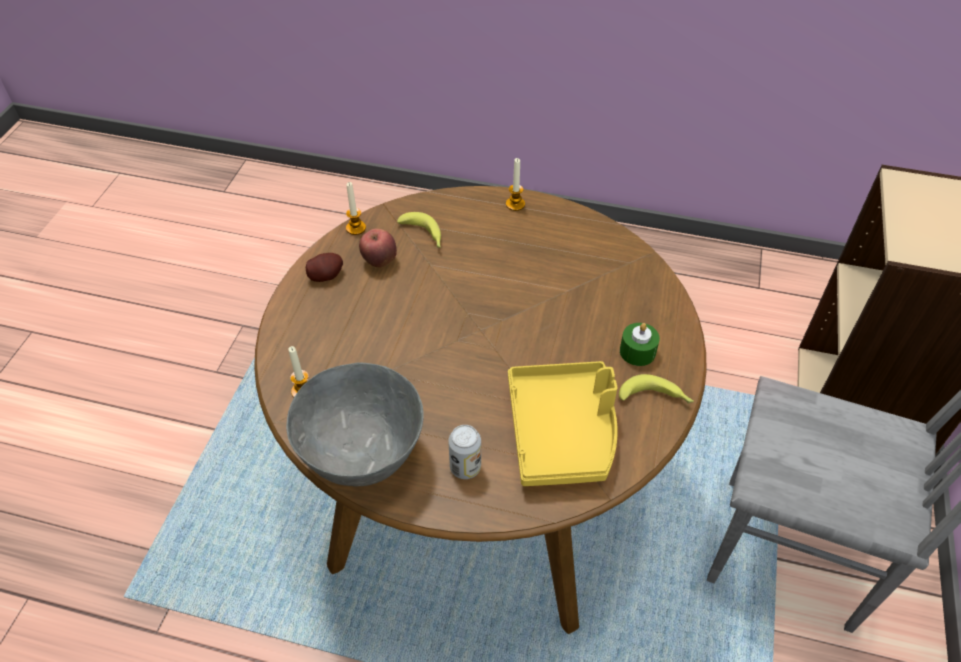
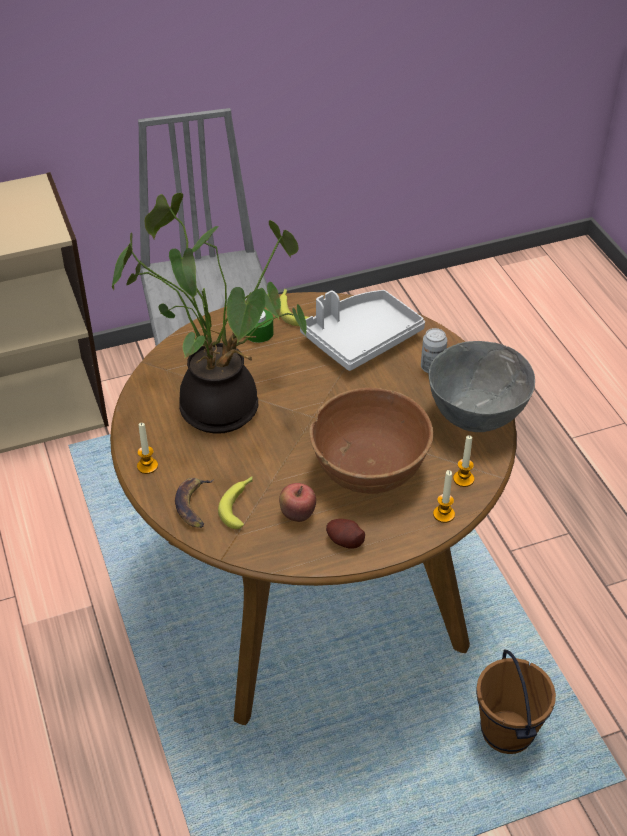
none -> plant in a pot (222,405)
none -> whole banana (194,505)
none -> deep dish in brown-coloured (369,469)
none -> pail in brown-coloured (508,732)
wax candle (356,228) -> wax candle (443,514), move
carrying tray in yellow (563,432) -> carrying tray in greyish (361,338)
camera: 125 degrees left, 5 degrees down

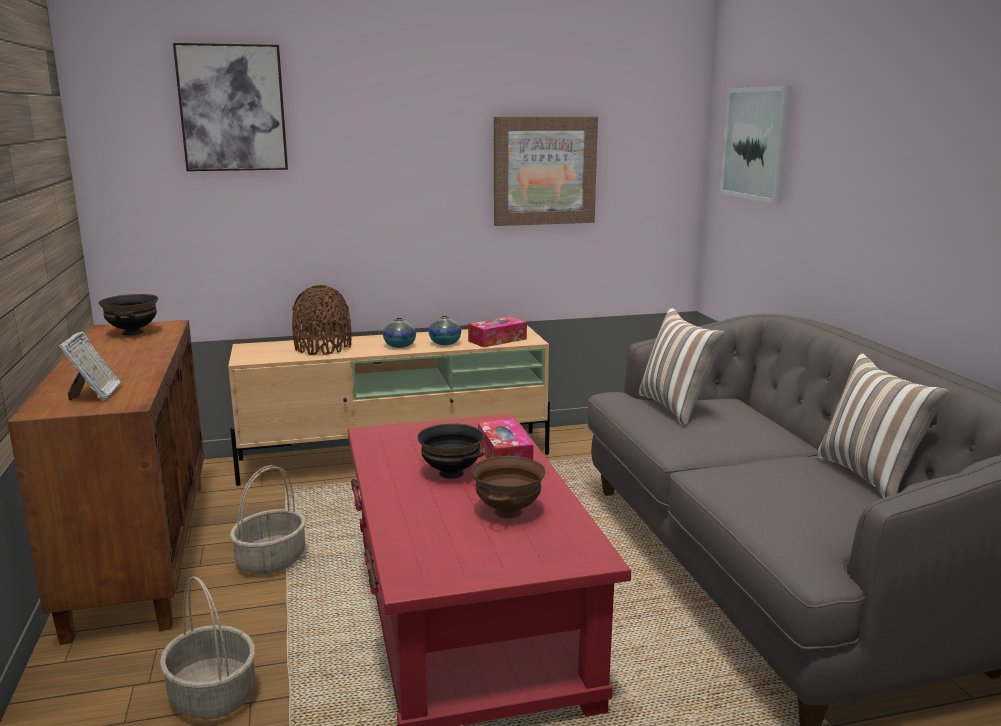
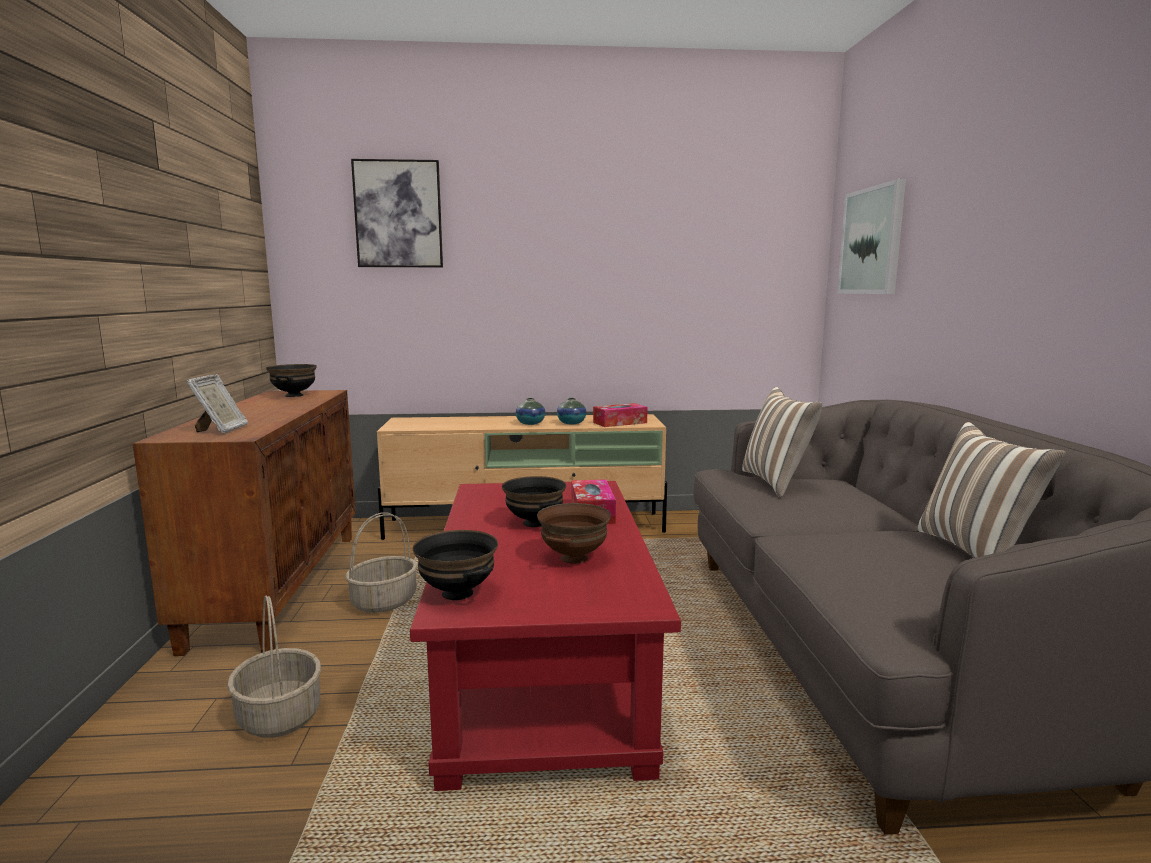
flower vase in brown-coloured (323,347) -> none
wall picture (544,170) -> none
none -> deep dish in black (456,593)
camera: 10 degrees right, 5 degrees down

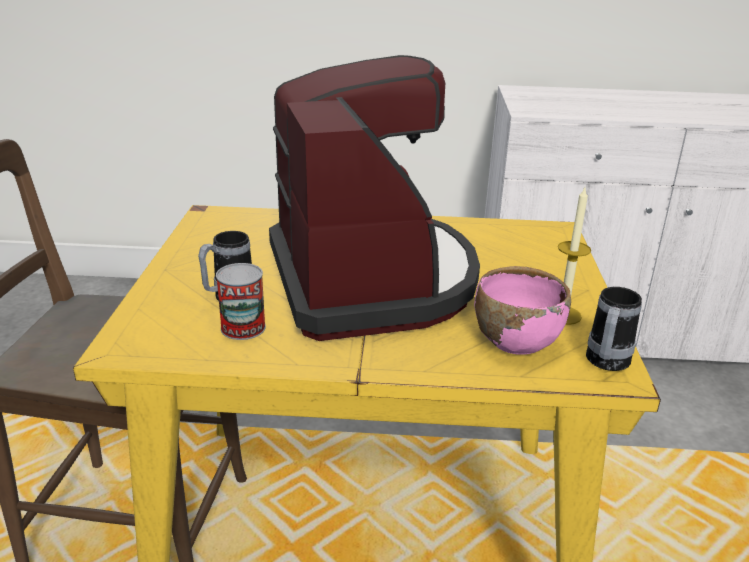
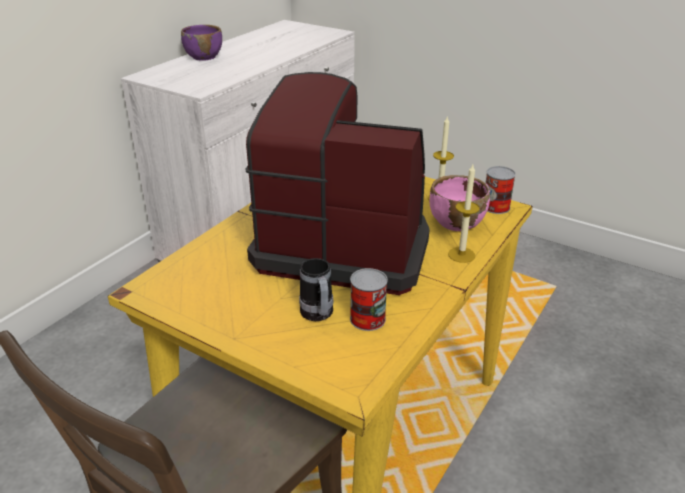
none -> deep dish in purplish (204,57)
none -> wax candle (461,255)
mug (605,364) -> metal can (495,207)
camera: 60 degrees left, 5 degrees up

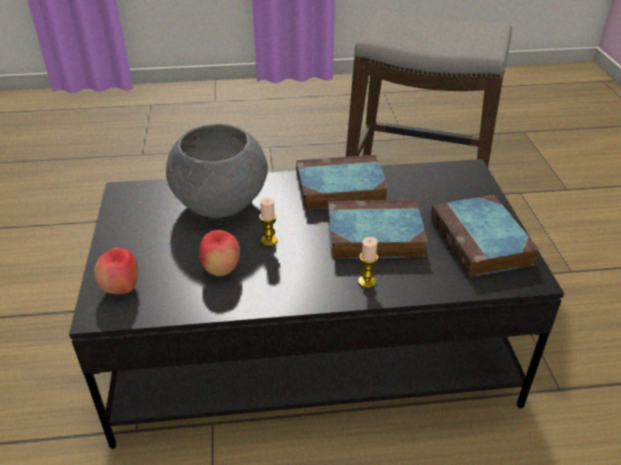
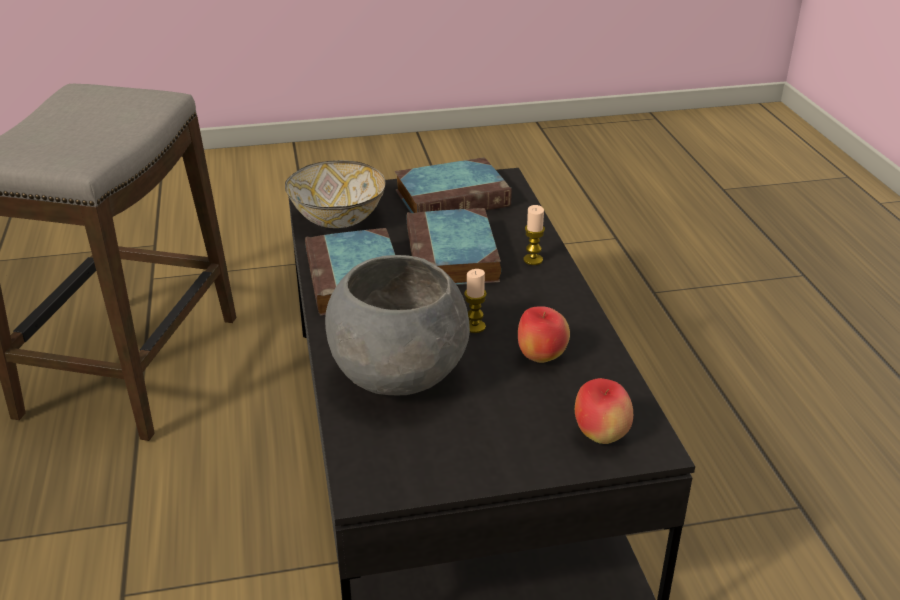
none -> deep dish (338,220)
camera: 95 degrees left, 5 degrees down

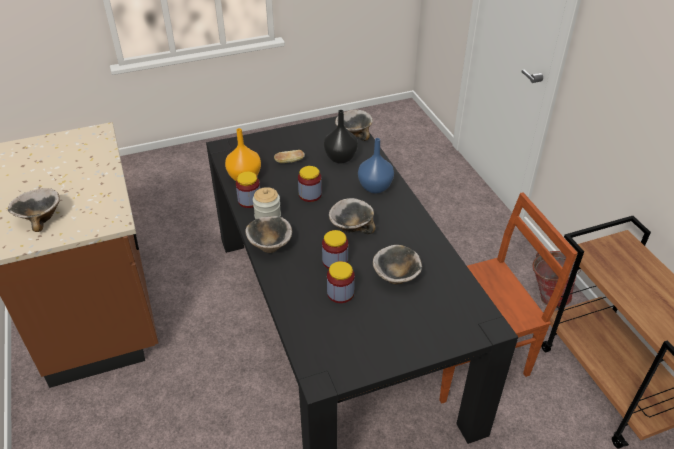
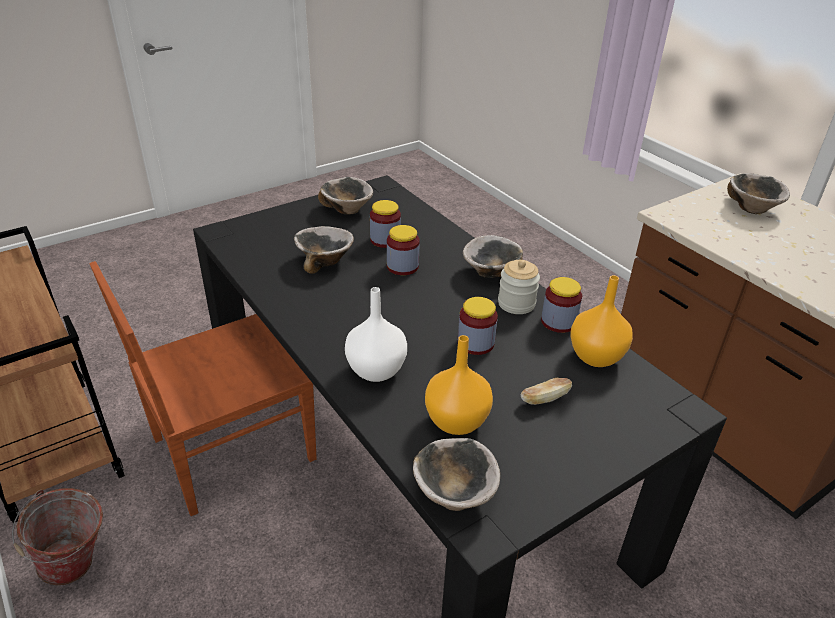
deep dish (351,227) -> deep dish (347,209), move
flower vase in black (340,157) -> flower vase in orange (456,422)
flower vase in blue-coloured (374,187) -> flower vase in white (377,371)
camera: 165 degrees right, 5 degrees down

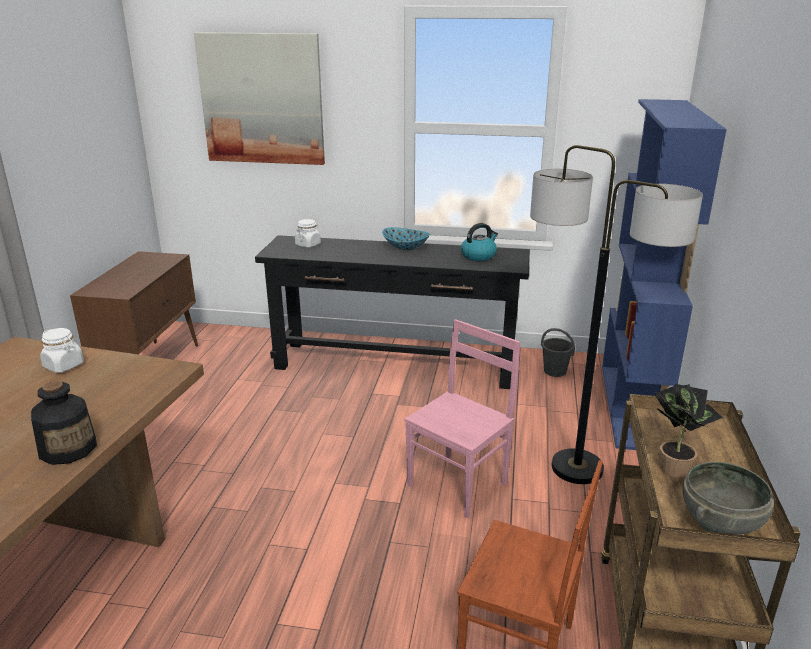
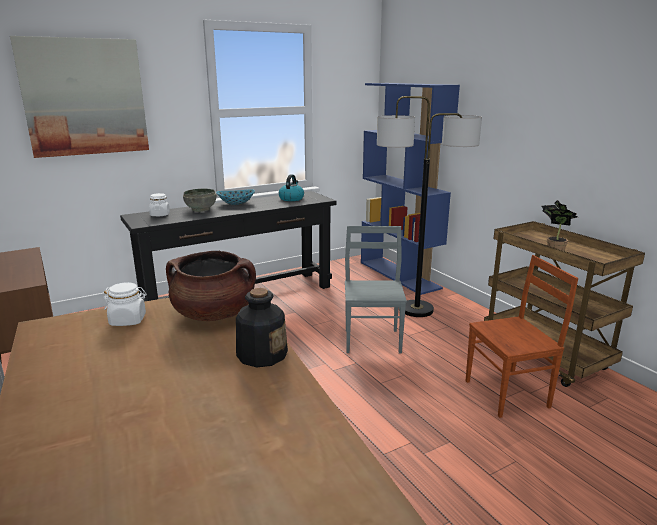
pail in greyish (555,371) -> none
none -> cooking pot in brown-coloured (214,314)
deep dish in greyish (721,523) -> deep dish in greyish (201,209), move
chair in pink-coloured (459,484) -> chair in greyish (373,340)
camera: 40 degrees left, 5 degrees down

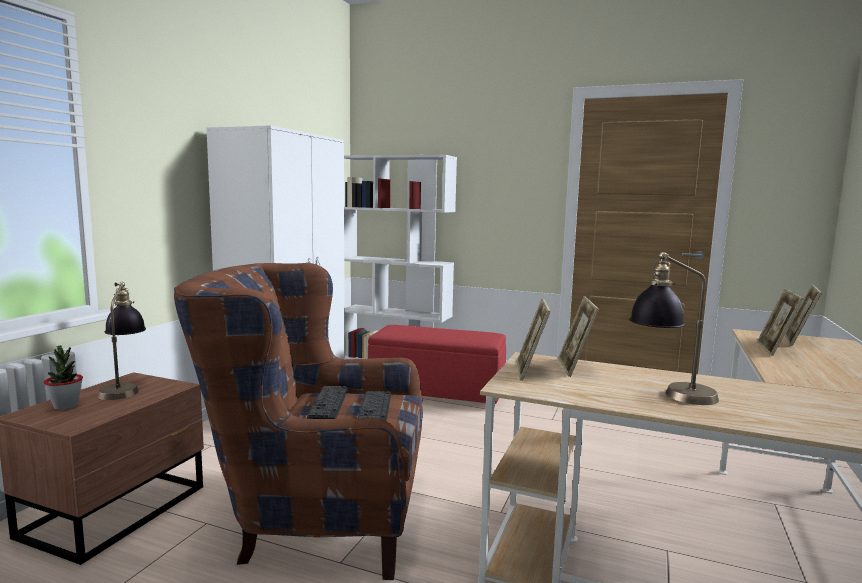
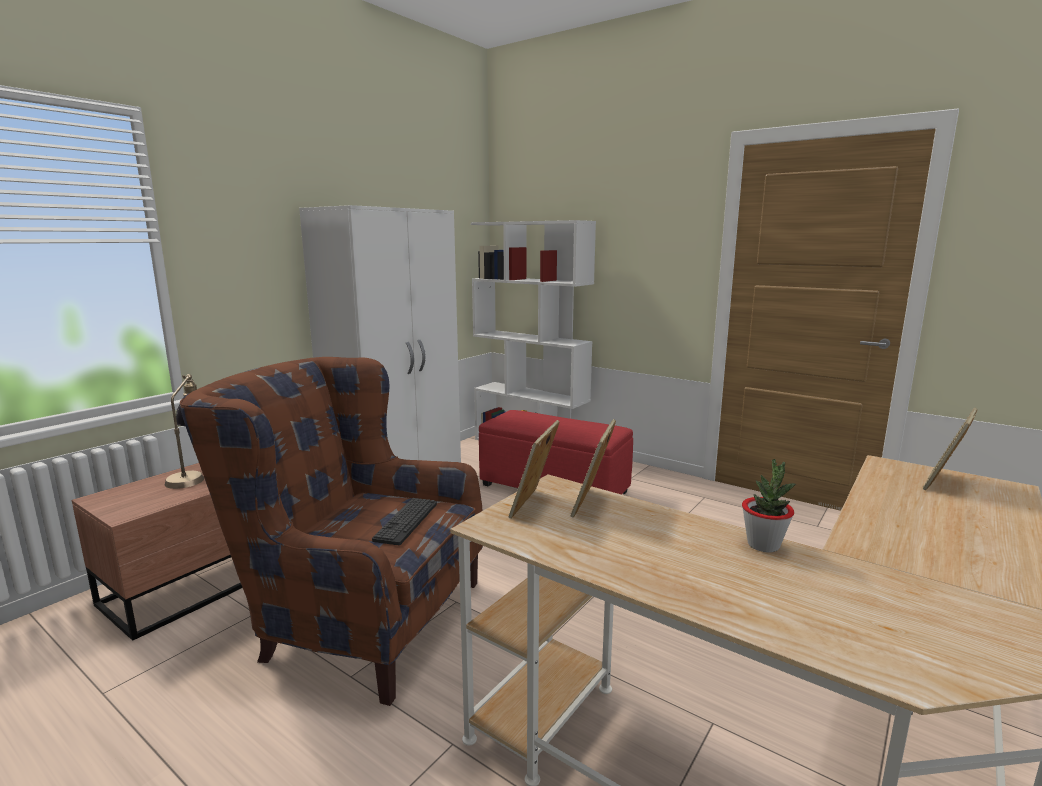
PC keyboard (328,404) -> none
table lamp (670,395) -> none
picture frame (775,350) -> none
plant in a pot (66,406) -> plant in a pot (763,545), move
camera: 15 degrees right, 5 degrees up

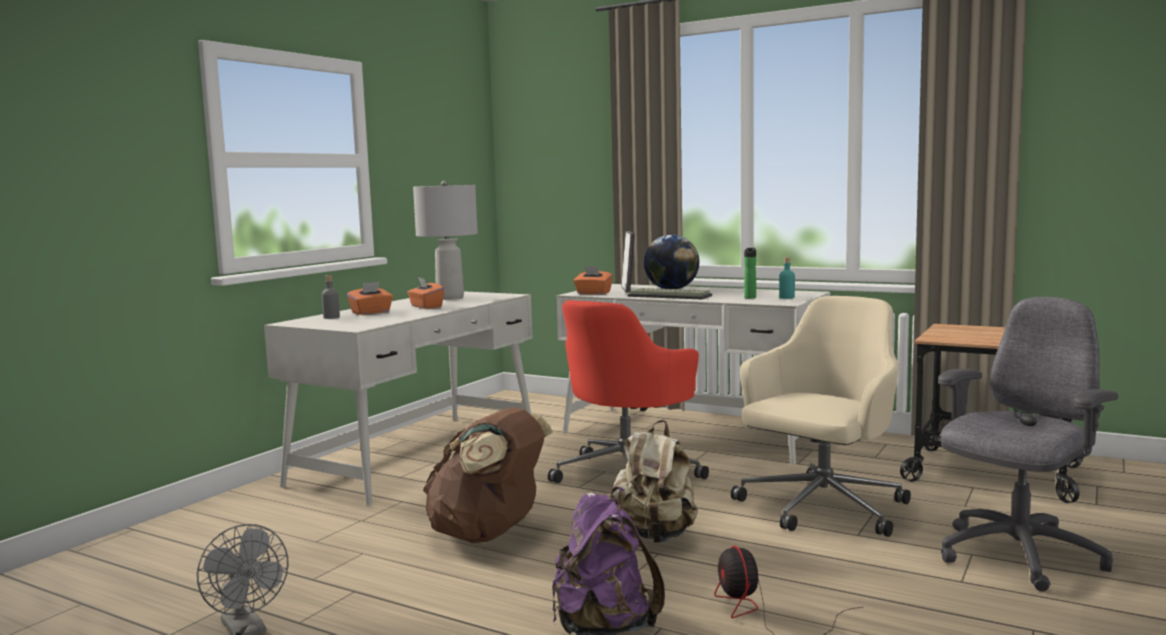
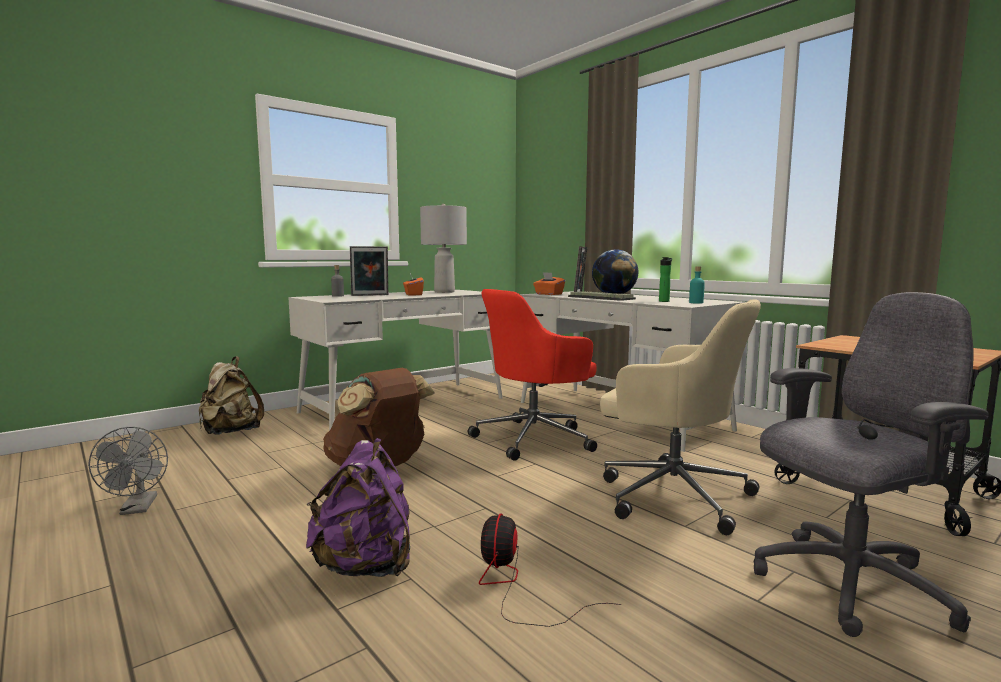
backpack in sand-coloured (655,536) -> backpack in sand-coloured (230,432), move
tissue box in orange (371,312) -> picture frame (370,295)
computer chair in sand-coloured (821,508) -> computer chair in sand-coloured (671,494), 60 degrees clockwise
camera: 20 degrees right, 0 degrees up

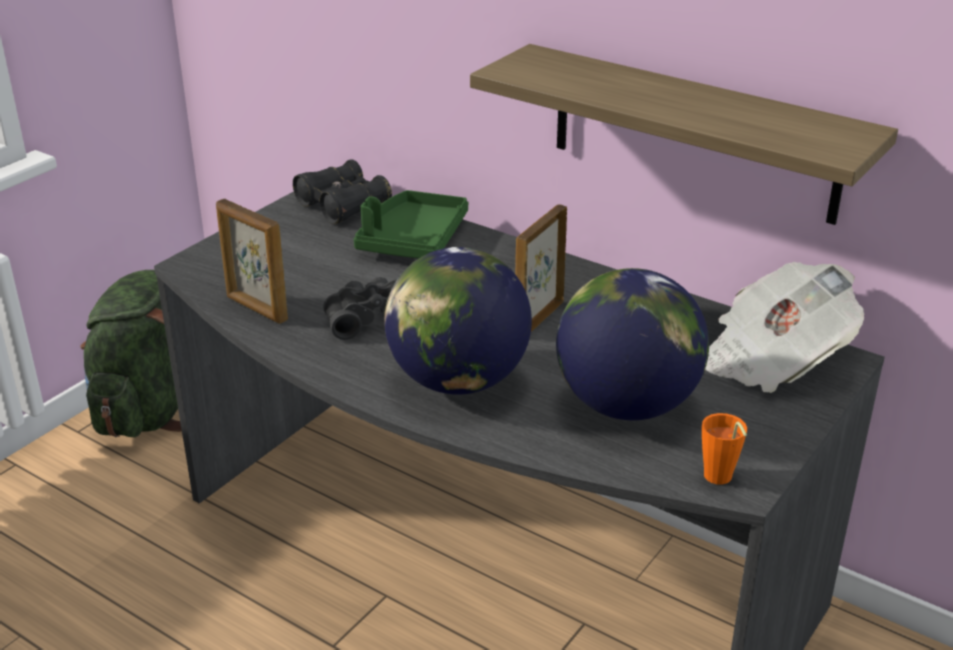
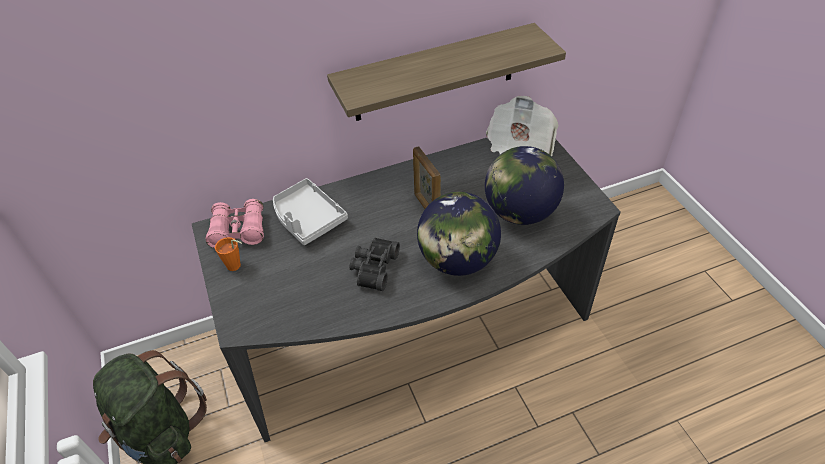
picture frame (256,309) -> none
small cup in orange (719,480) -> small cup in orange (236,267), move
binoculars in black (342,205) -> binoculars in pink-coloured (238,231)
carrying tray in greenish (412,240) -> carrying tray in greyish (307,218)
camera: 55 degrees left, 15 degrees up

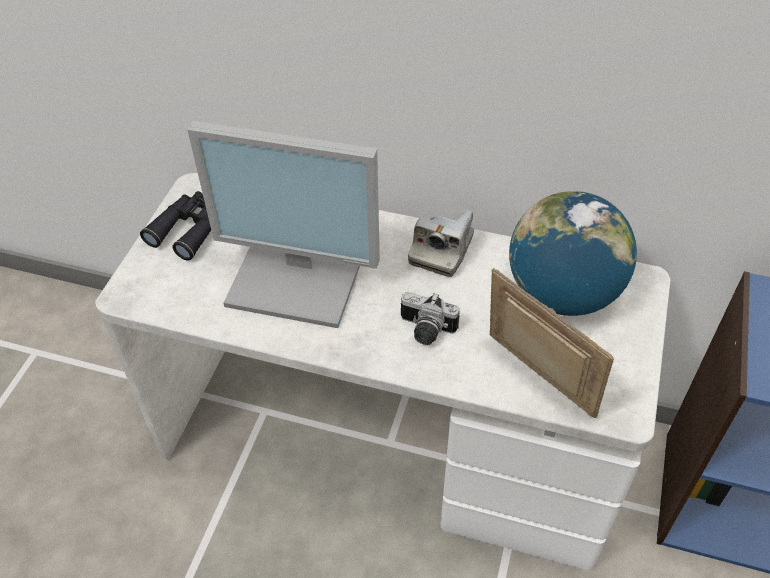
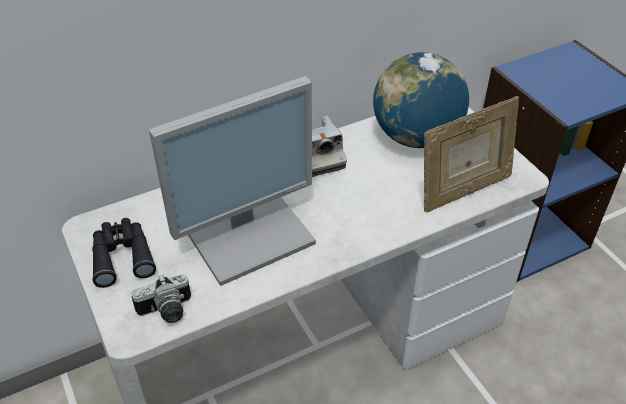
still camera (425,331) -> still camera (166,312), move
picture frame (537,382) -> picture frame (463,191), 150 degrees clockwise
camera: 45 degrees left, 5 degrees down

